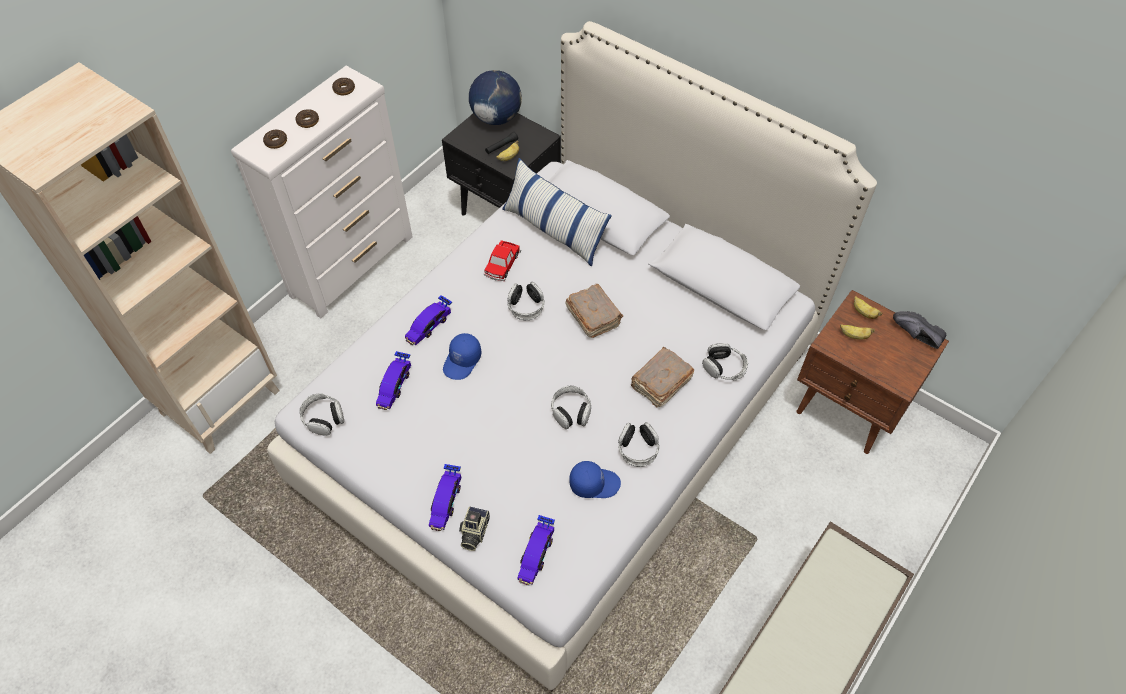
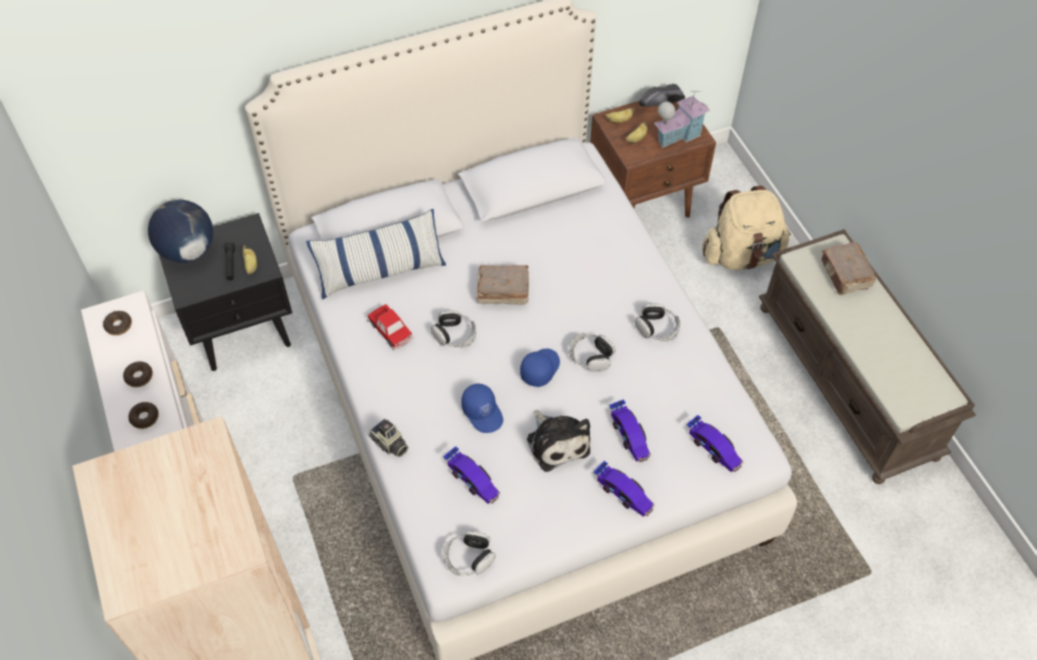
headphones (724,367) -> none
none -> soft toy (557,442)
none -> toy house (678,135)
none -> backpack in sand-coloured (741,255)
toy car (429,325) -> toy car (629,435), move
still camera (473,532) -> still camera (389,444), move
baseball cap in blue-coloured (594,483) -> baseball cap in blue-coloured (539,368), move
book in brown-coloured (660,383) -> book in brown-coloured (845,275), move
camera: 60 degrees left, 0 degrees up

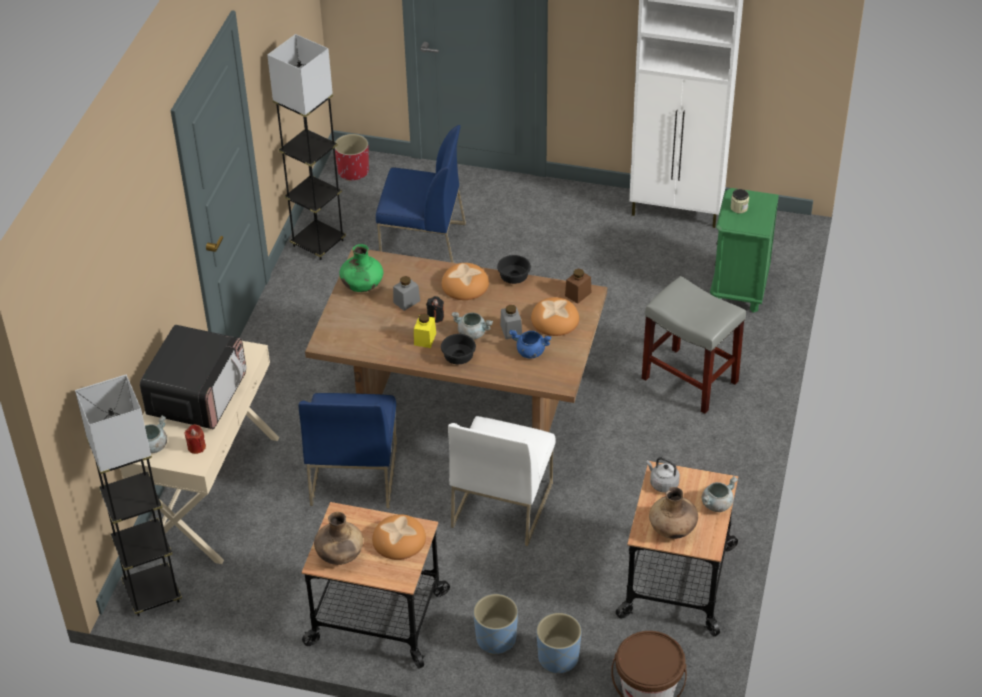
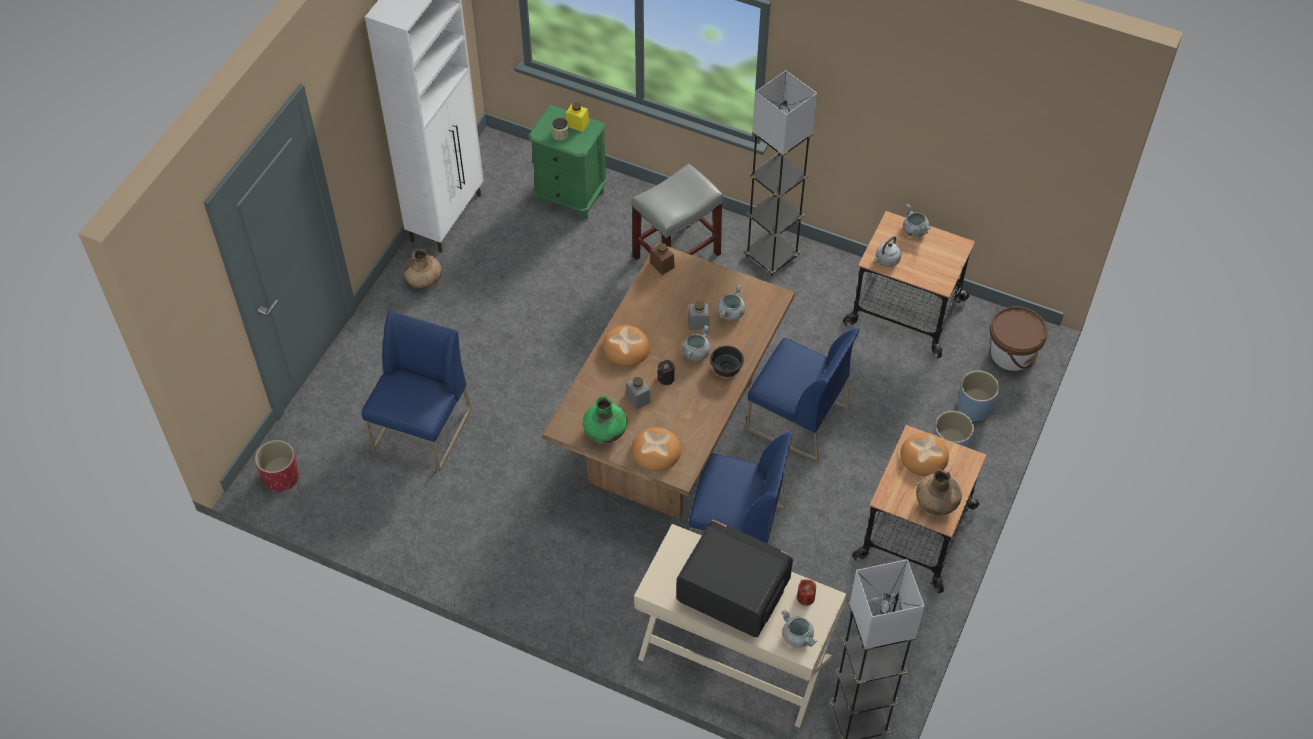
deep dish in black (513,278) -> none
standard lamp in greyish (318,243) -> standard lamp in greyish (772,256), move
jar in yellow (425,339) -> jar in yellow (577,124), move
bread (555,320) -> bread (656,451), move
flower vase in brown-coloured (672,529) -> flower vase in brown-coloured (424,280), move
chair in white (501,504) -> chair in blue-coloured (797,419)
cooking pot in blue-coloured (530,352) -> cooking pot in greyish (731,313)
camera: 80 degrees left, 10 degrees up

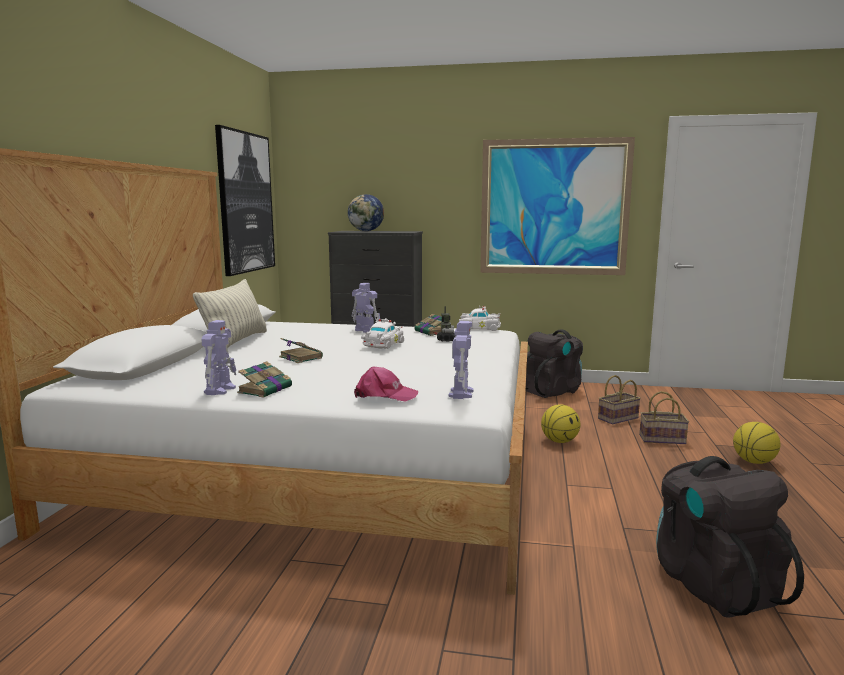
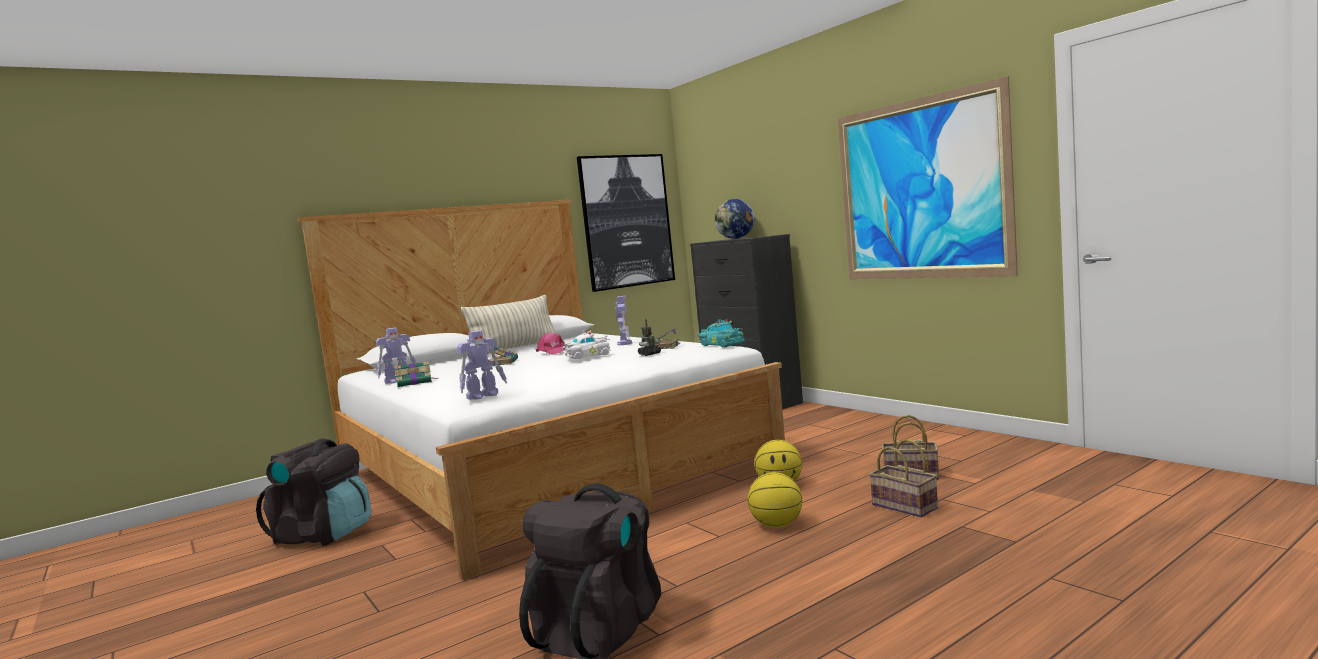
baseball cap in pink-coloured (384,395) -> baseball cap in pink-coloured (554,351), move
backpack in black (552,391) -> backpack in black (324,535), move
basketball (753,462) -> basketball (776,525), move
toy car in white (479,328) -> toy car in turquoise-coloured (721,344)
camera: 45 degrees right, 5 degrees down

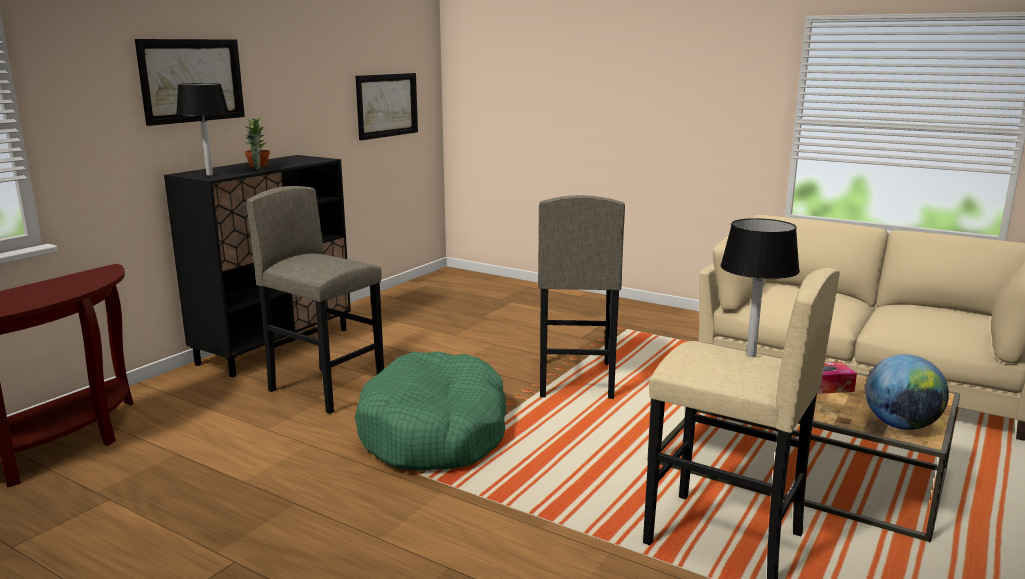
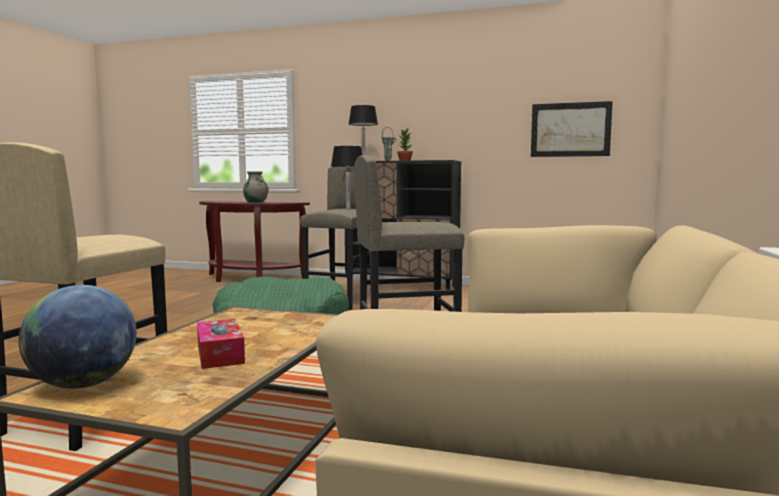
wall picture (192,80) -> none
none -> flower vase in greyish (255,202)
table lamp in black (751,355) -> table lamp in black (348,208), move
camera: 75 degrees right, 10 degrees down

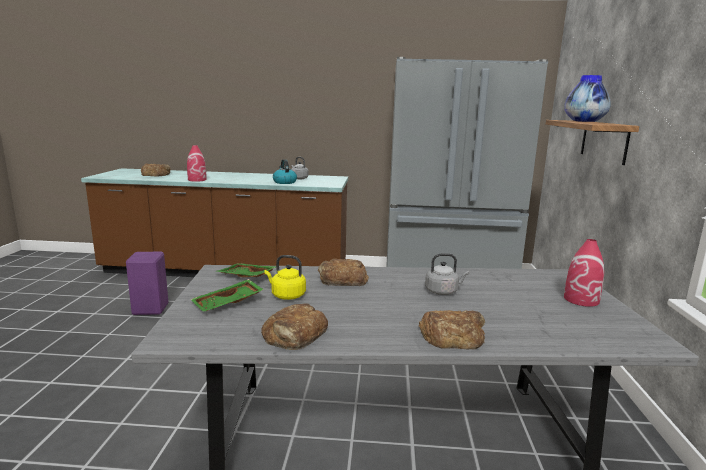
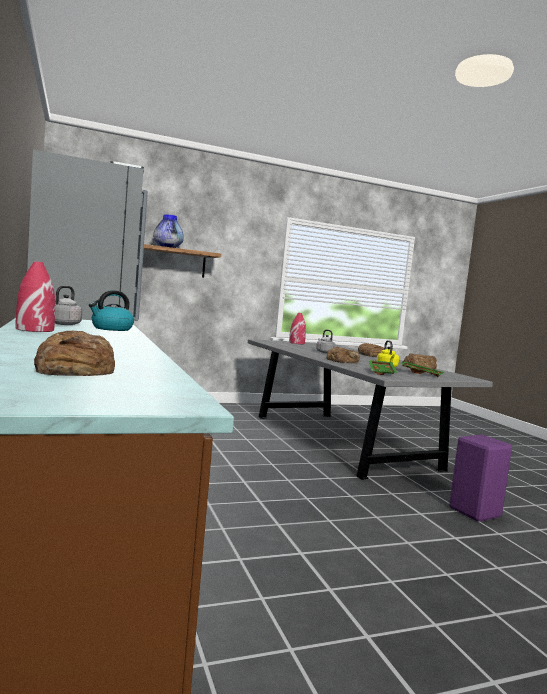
sitting stool in purplish (150,309) -> sitting stool in purplish (475,513), move
flower vase in reddish (197,180) -> flower vase in reddish (34,330), move
camera: 115 degrees left, 10 degrees down

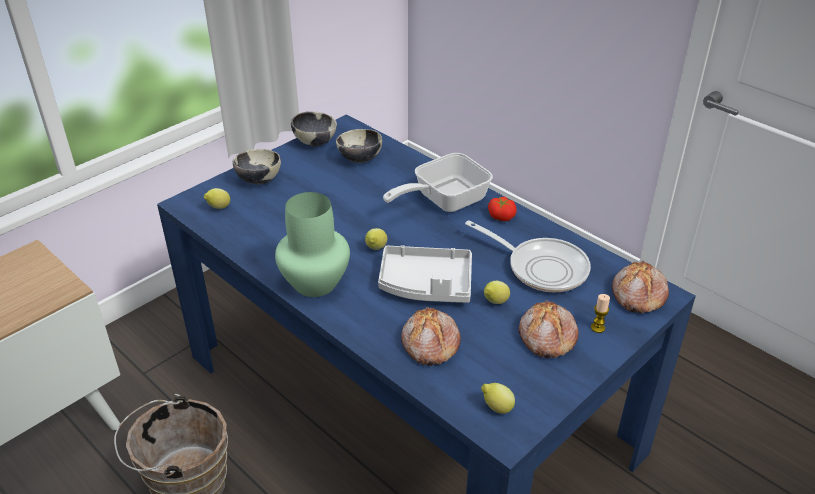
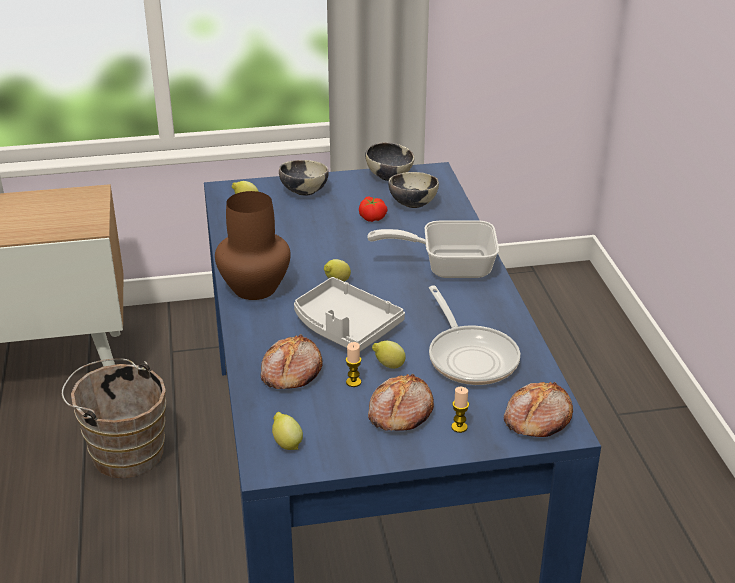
none -> wax candle (353,382)
tomato (501,216) -> tomato (372,217), move
flower vase in greenish (315,284) -> flower vase in brown-coloured (254,289)
camera: 35 degrees right, 5 degrees down

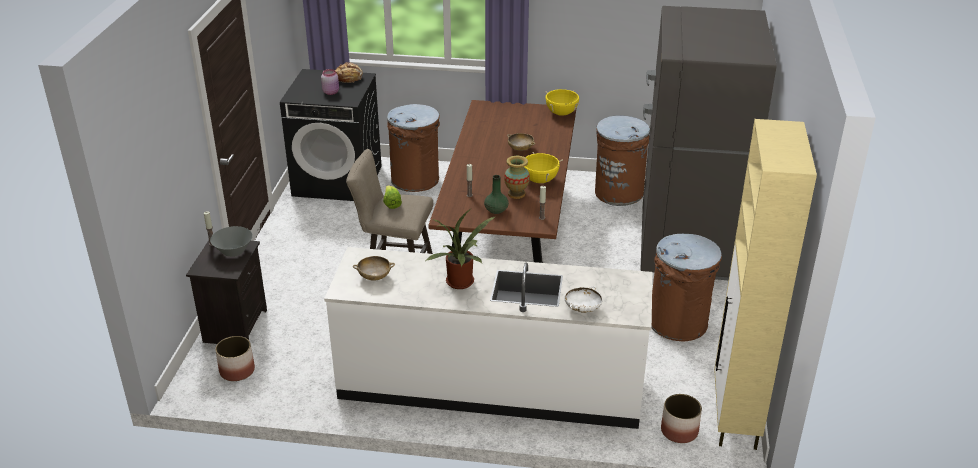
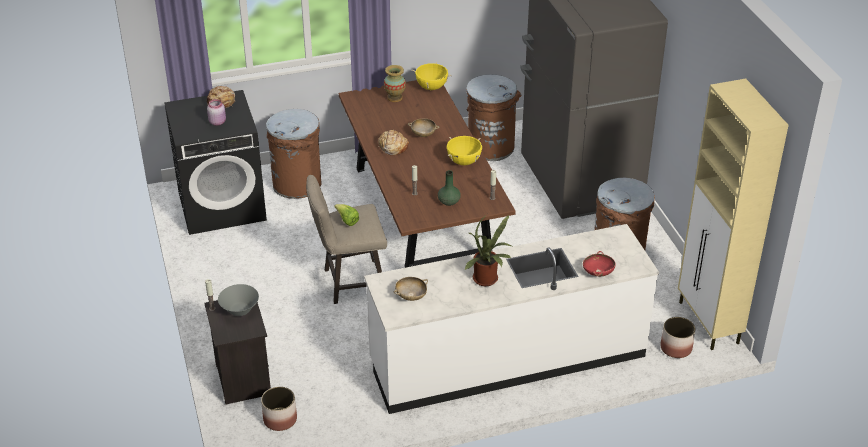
none -> bread (392,147)
flower vase (516,194) -> flower vase (395,98), move
deep dish in white (582,309) -> deep dish in reddish (598,272)
camera: 25 degrees left, 5 degrees up

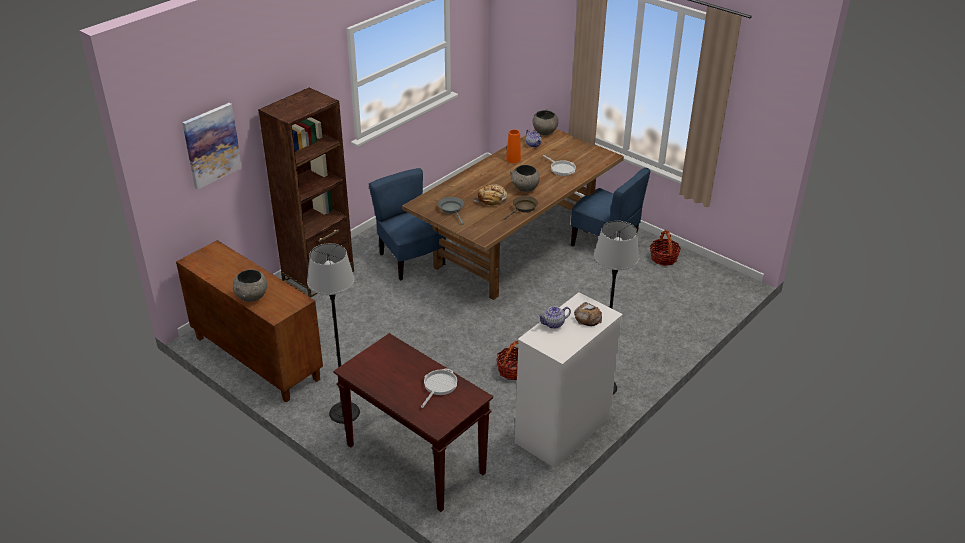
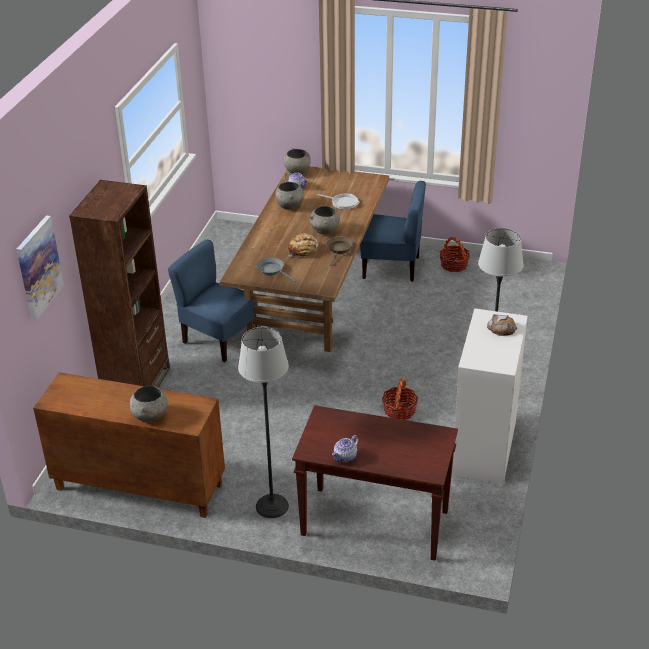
skillet (439,386) -> none
teapot (553,324) -> teapot (345,457), move
flower vase in orange (513,159) -> deep dish in greyish (289,206)
camera: 25 degrees left, 0 degrees up

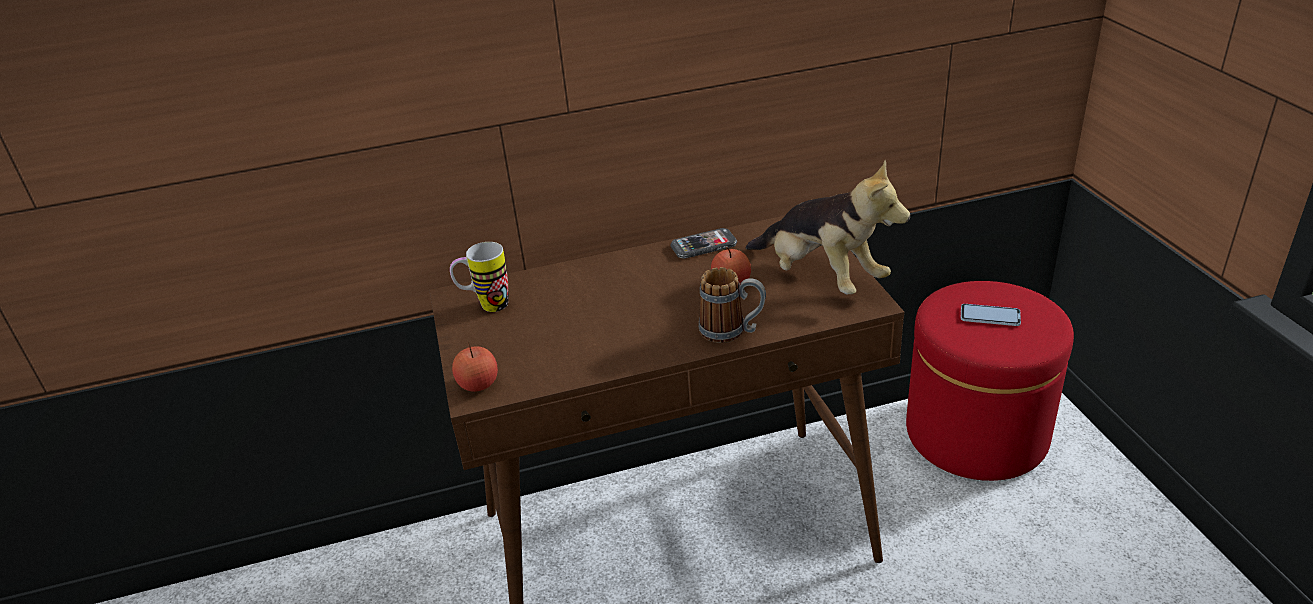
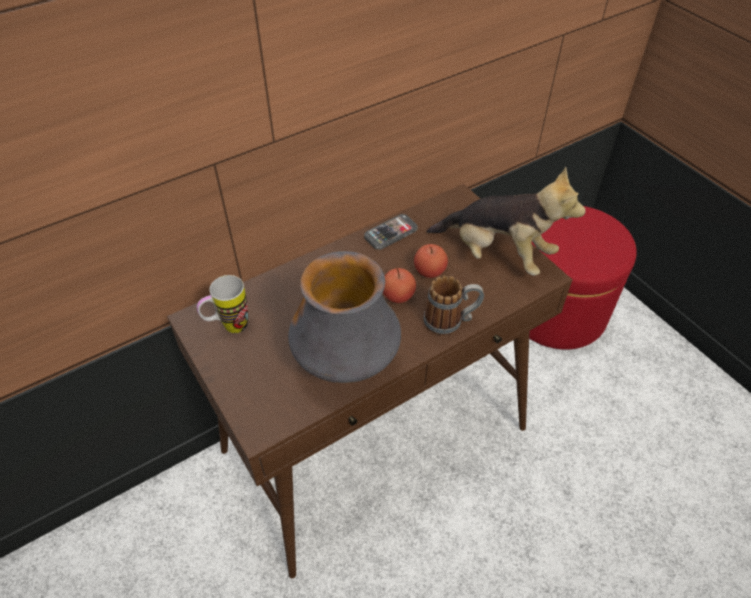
handset (990,316) -> none
none -> flower vase (346,365)
whole apple (478,384) -> whole apple (398,295), move
camera: 20 degrees left, 15 degrees up

